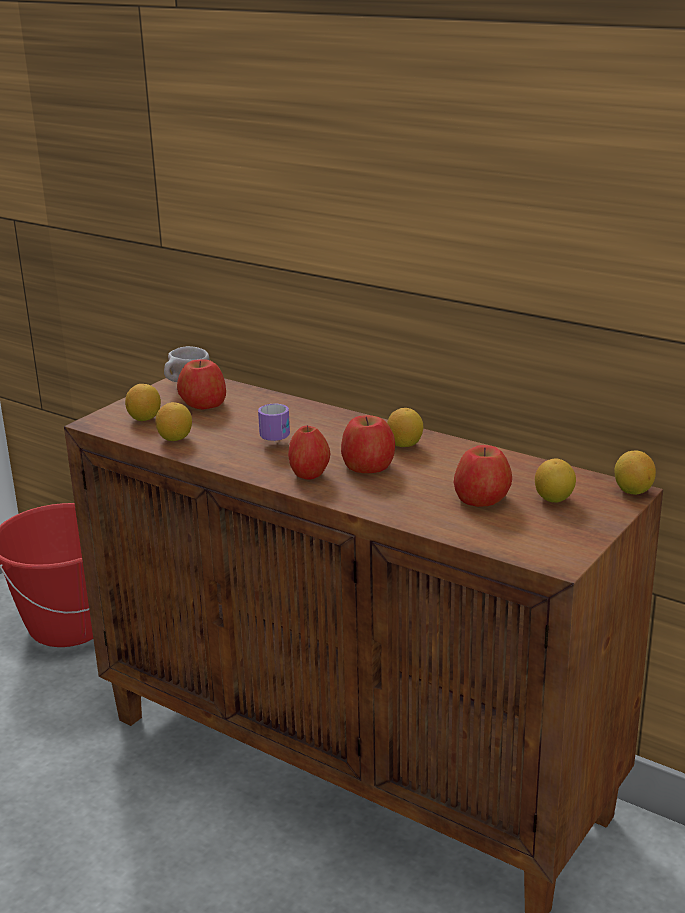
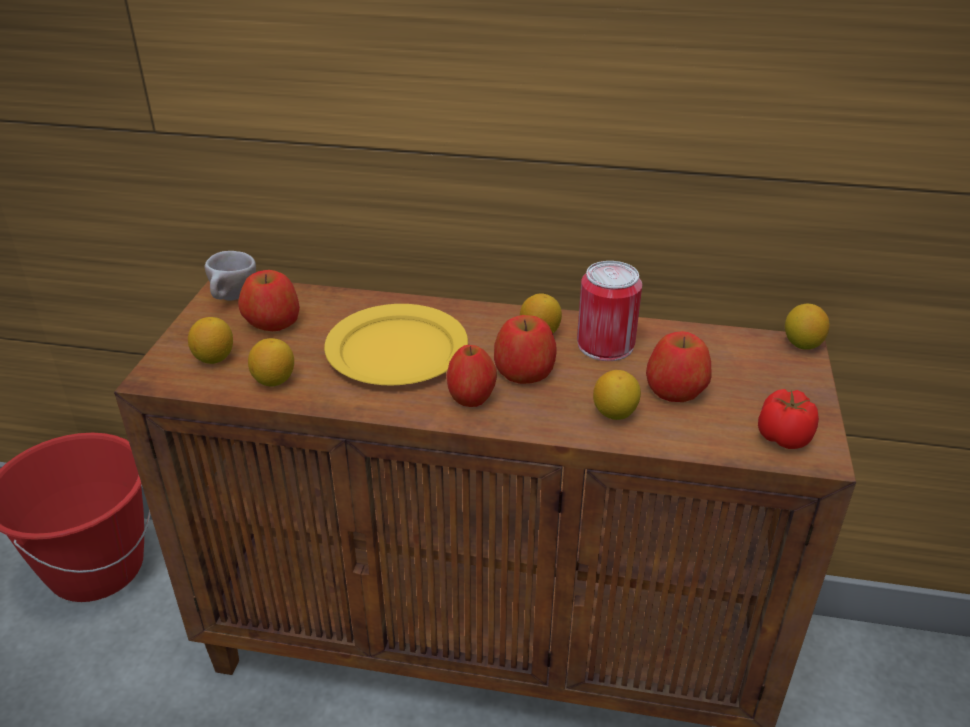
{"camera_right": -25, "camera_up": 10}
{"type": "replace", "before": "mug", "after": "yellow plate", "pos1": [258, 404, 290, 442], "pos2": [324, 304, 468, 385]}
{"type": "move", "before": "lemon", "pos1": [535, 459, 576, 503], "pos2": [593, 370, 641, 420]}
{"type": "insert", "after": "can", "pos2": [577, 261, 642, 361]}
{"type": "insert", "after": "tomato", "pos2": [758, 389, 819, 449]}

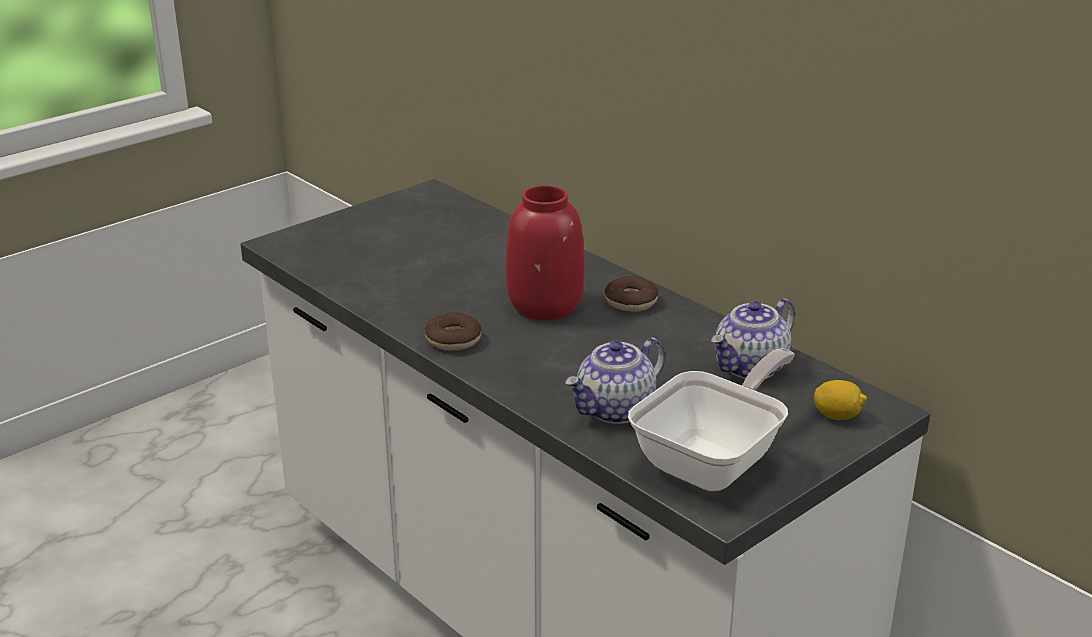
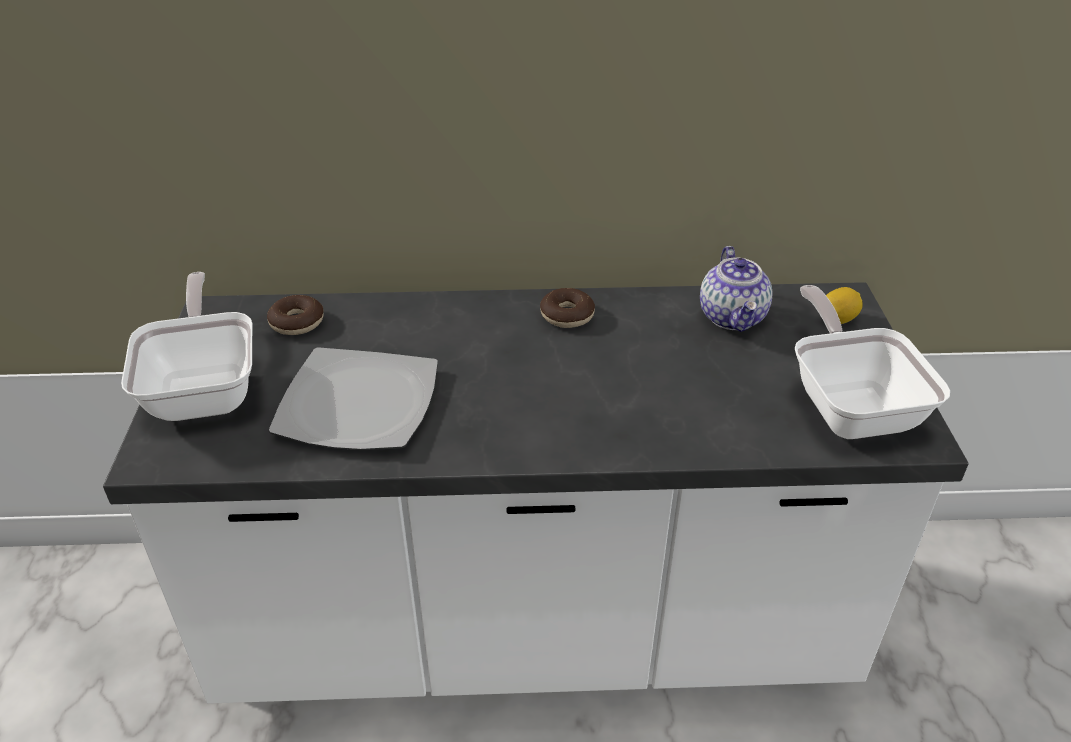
{"camera_right": -50, "camera_up": 10}
{"type": "delete", "before": "red vase", "pos1": [505, 185, 585, 320]}
{"type": "move", "before": "donut", "pos1": [425, 312, 482, 351], "pos2": [267, 295, 323, 335]}
{"type": "delete", "before": "teapot", "pos1": [565, 337, 665, 424]}
{"type": "insert", "after": "frying pan", "pos2": [121, 272, 253, 421]}
{"type": "insert", "after": "plate", "pos2": [269, 347, 438, 450]}

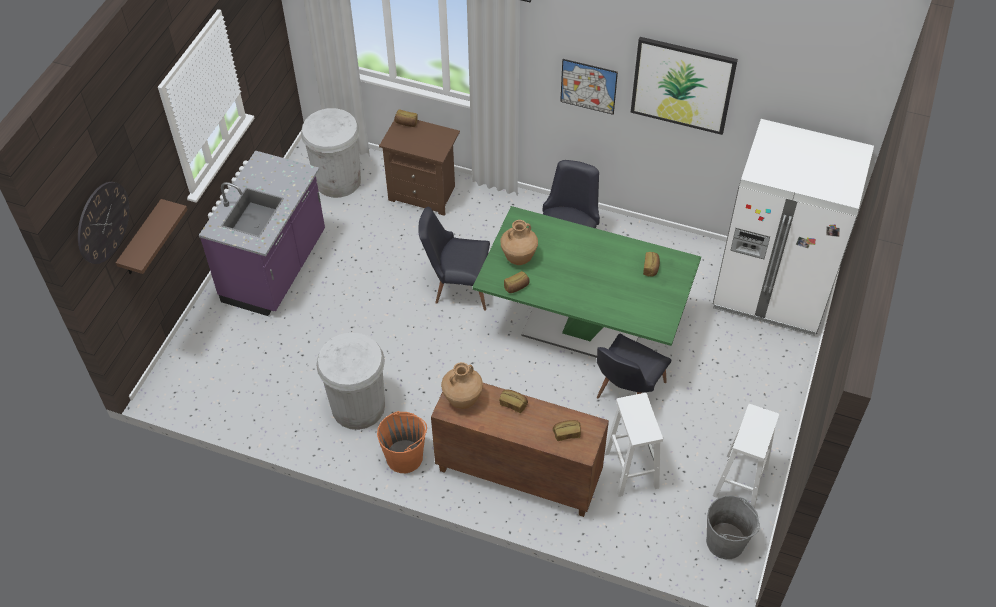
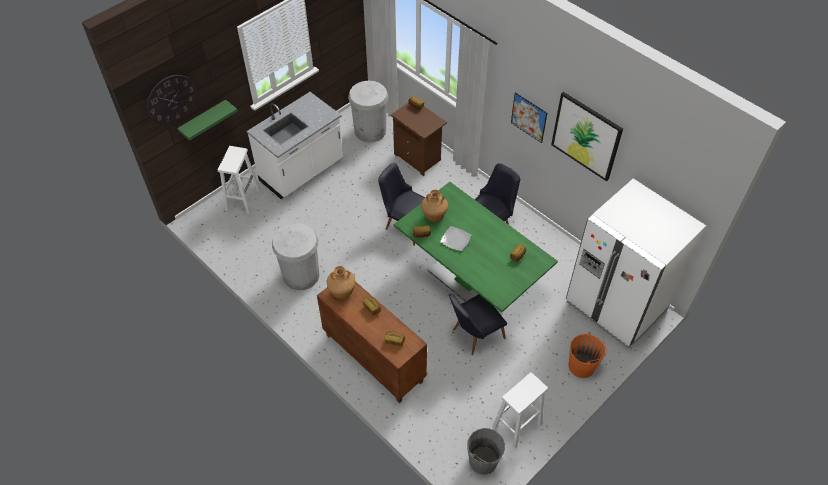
{"camera_right": 25, "camera_up": 0}
{"type": "recolor", "before": "purple counter", "after": "white counter", "pos1": [199, 150, 325, 316], "pos2": [247, 92, 343, 199]}
{"type": "recolor", "before": "brown shelf", "after": "green shelf", "pos1": [116, 199, 188, 274], "pos2": [177, 100, 238, 141]}
{"type": "move", "before": "white stool", "pos1": [605, 393, 663, 497], "pos2": [218, 146, 260, 214]}
{"type": "move", "before": "orange bucket", "pos1": [377, 411, 427, 473], "pos2": [569, 334, 607, 378]}
{"type": "insert", "after": "plate", "pos2": [440, 226, 472, 251]}

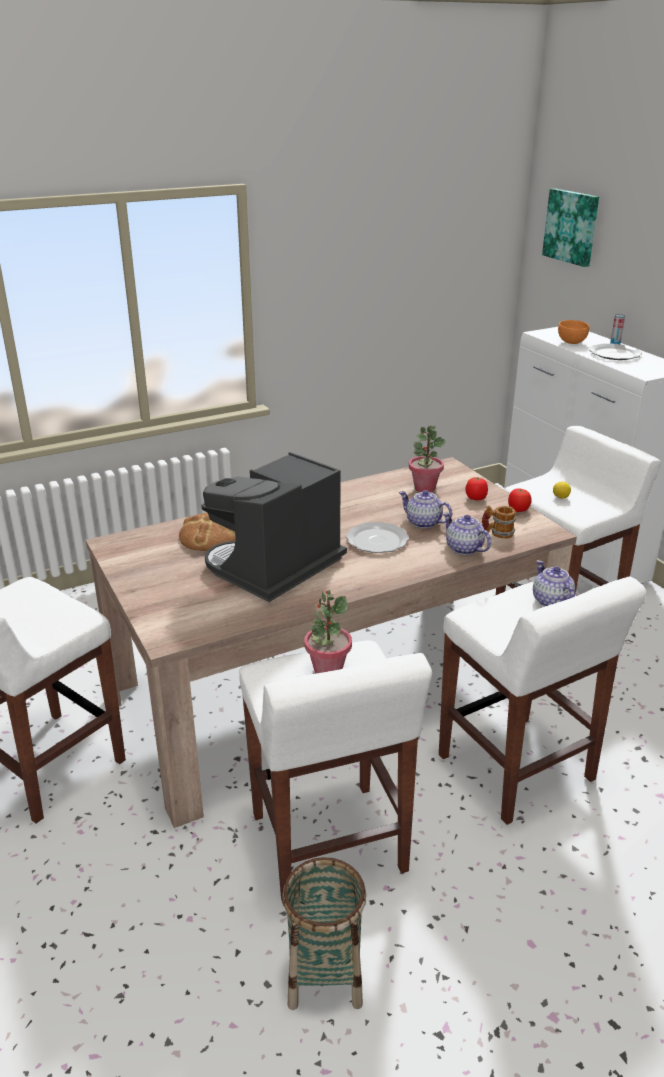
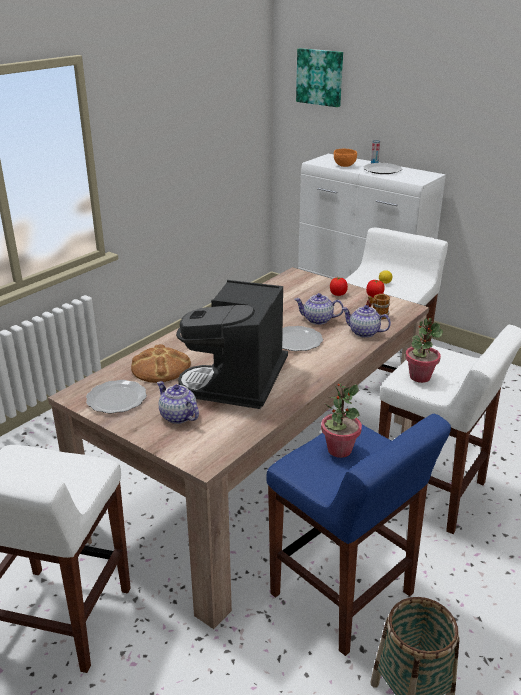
{"camera_right": -25, "camera_up": 0}
{"type": "move", "before": "potted plant", "pos1": [409, 426, 446, 492], "pos2": [405, 318, 443, 383]}
{"type": "move", "before": "teapot", "pos1": [533, 560, 575, 607], "pos2": [157, 381, 199, 424]}
{"type": "recolor", "before": "white stool", "after": "blue stool", "pos1": [239, 641, 432, 906], "pos2": [266, 414, 451, 656]}
{"type": "insert", "after": "plate", "pos2": [86, 380, 147, 413]}

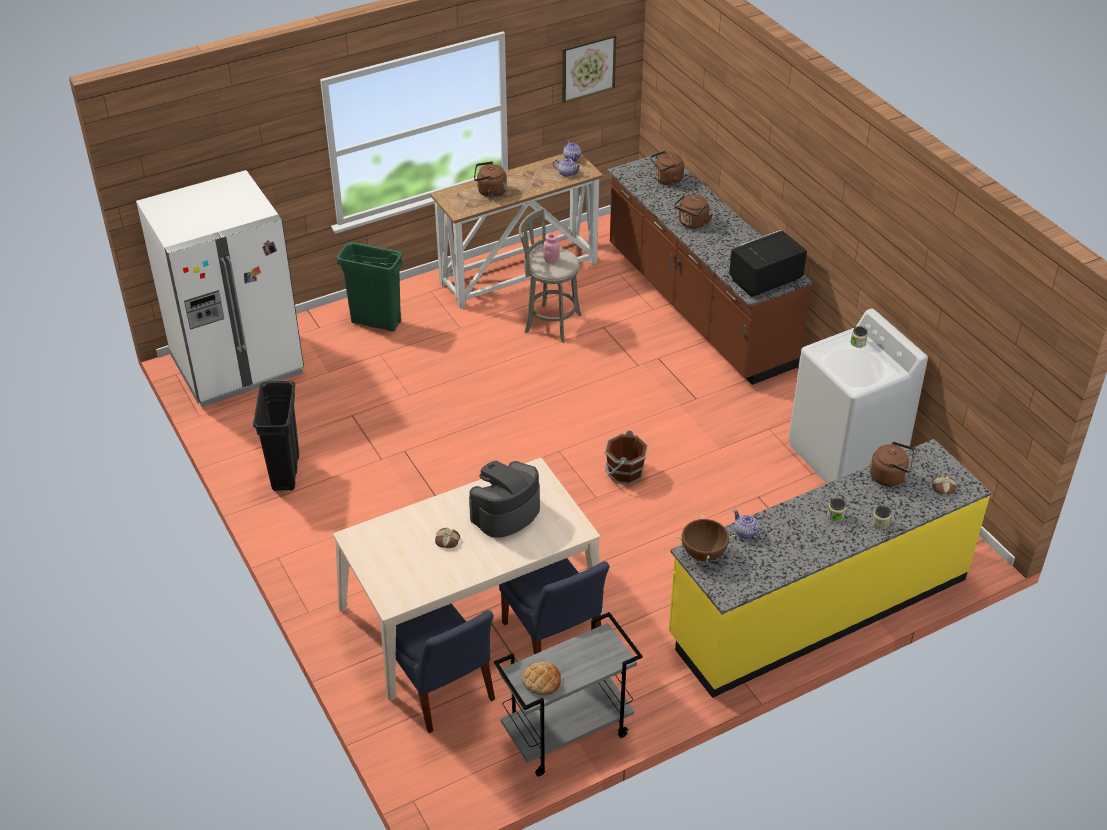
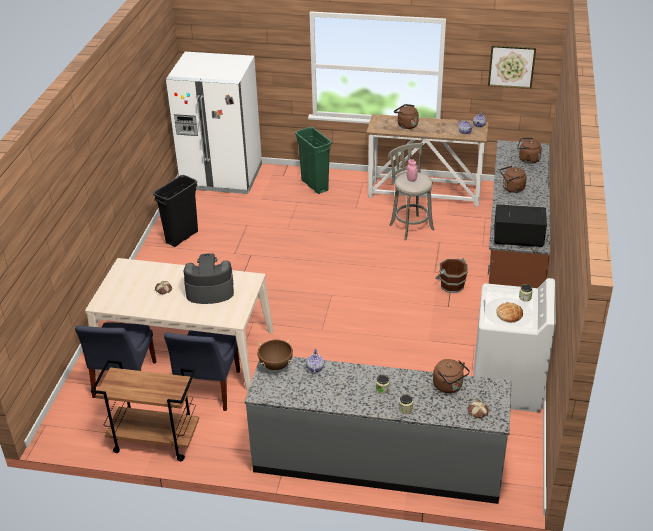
{"camera_right": 40, "camera_up": -5}
{"type": "move", "before": "brown bucket", "pos1": [605, 430, 648, 485], "pos2": [435, 258, 468, 293]}
{"type": "recolor", "before": "yellow counter", "after": "grey counter", "pos1": [669, 439, 992, 698], "pos2": [245, 357, 512, 504]}
{"type": "recolor", "before": "grey cart", "after": "brown cart", "pos1": [494, 612, 642, 776], "pos2": [91, 360, 199, 461]}
{"type": "move", "before": "bread", "pos1": [522, 662, 561, 695], "pos2": [496, 302, 523, 323]}

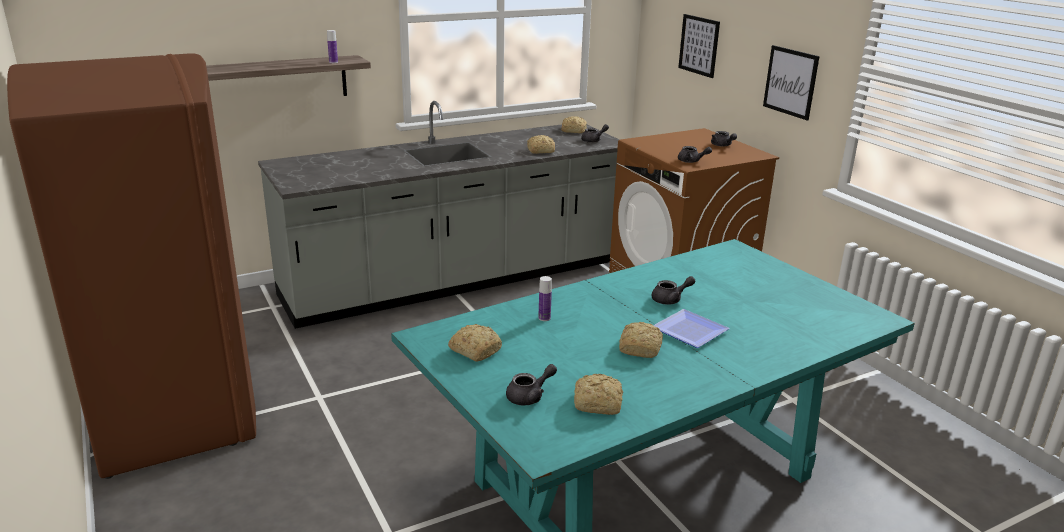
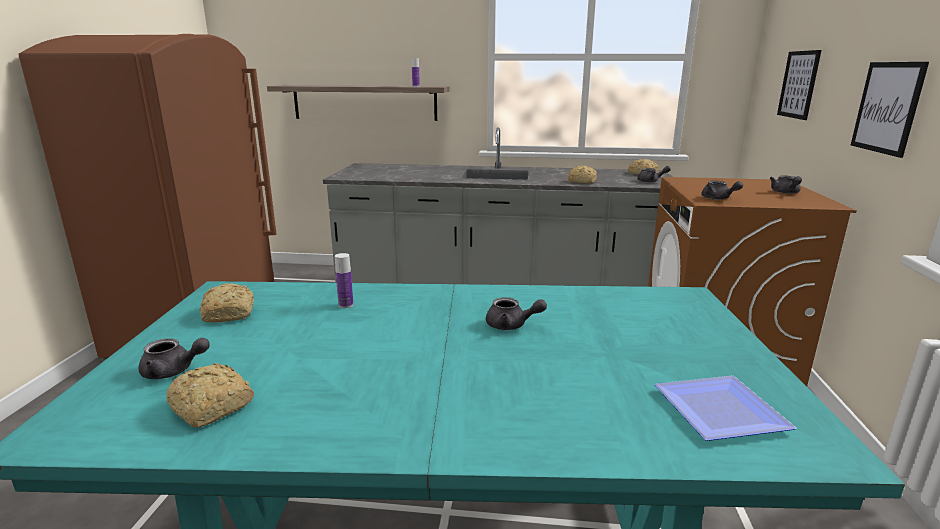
{"camera_right": 35, "camera_up": -5}
{"type": "move", "before": "plate", "pos1": [653, 309, 730, 348], "pos2": [654, 376, 797, 441]}
{"type": "delete", "before": "bread", "pos1": [619, 322, 663, 358]}

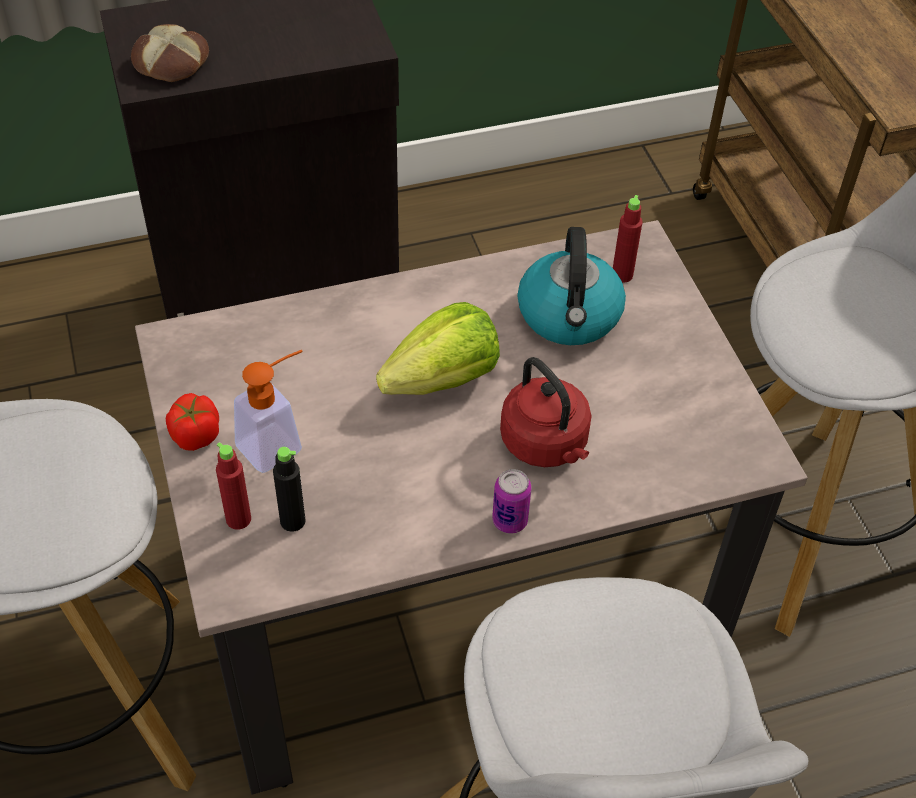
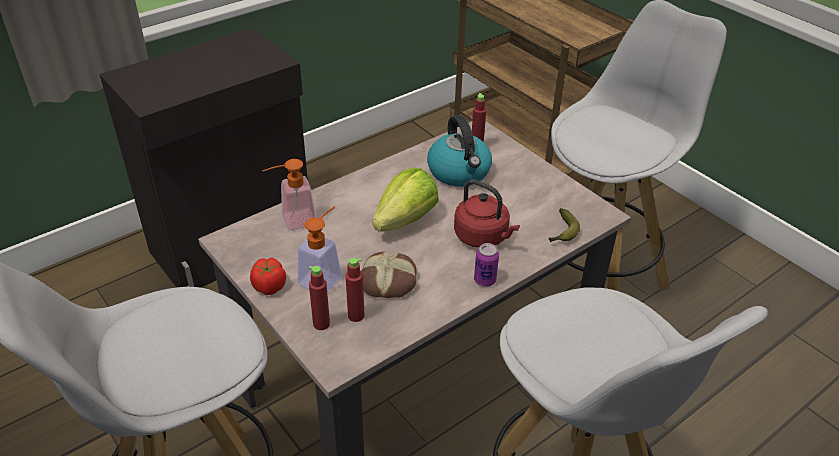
{"camera_right": -20, "camera_up": -10}
{"type": "move", "before": "bread", "pos1": [131, 24, 209, 82], "pos2": [361, 252, 417, 298]}
{"type": "recolor", "before": "black bottle", "after": "red bottle", "pos1": [273, 447, 305, 532], "pos2": [345, 258, 365, 322]}
{"type": "insert", "after": "soap dispenser", "pos2": [262, 159, 317, 231]}
{"type": "insert", "after": "banana", "pos2": [549, 208, 580, 242]}

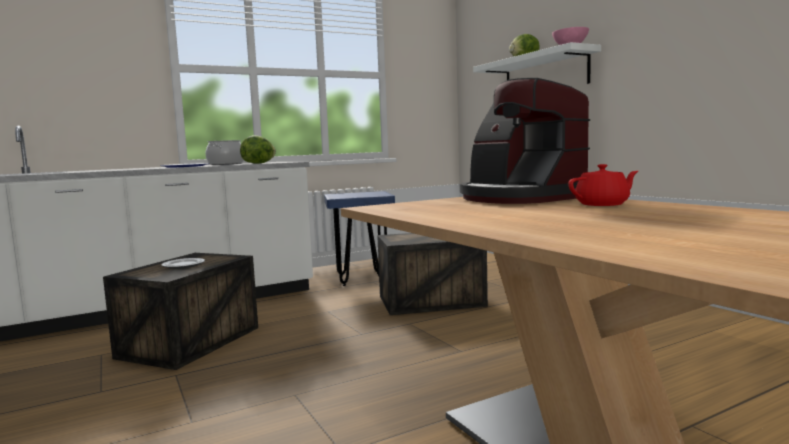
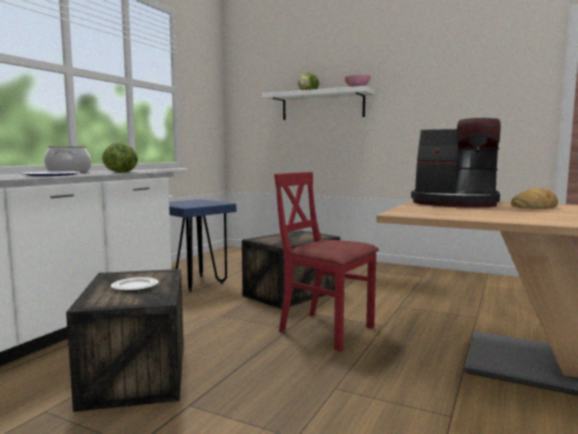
{"camera_right": -35, "camera_up": 0}
{"type": "replace", "before": "red teapot", "after": "bread", "pos1": [568, 164, 638, 206], "pos2": [511, 187, 558, 209]}
{"type": "insert", "after": "red chair", "pos2": [274, 172, 379, 351]}

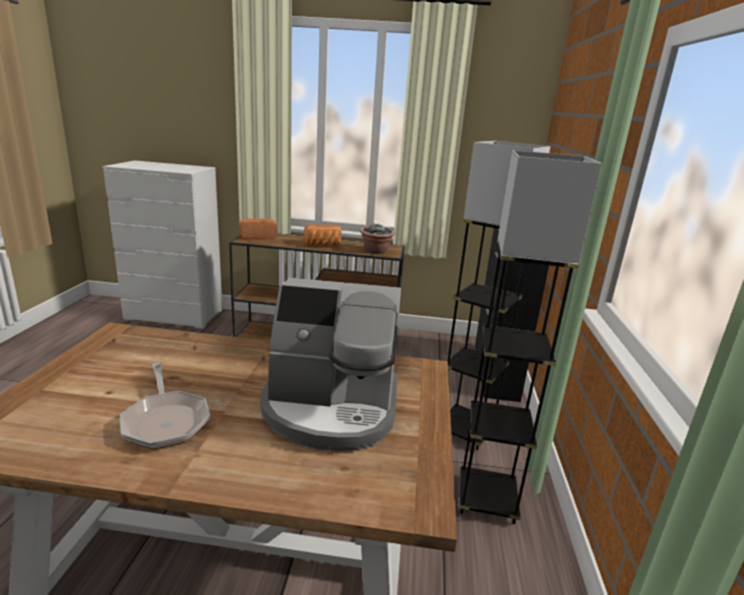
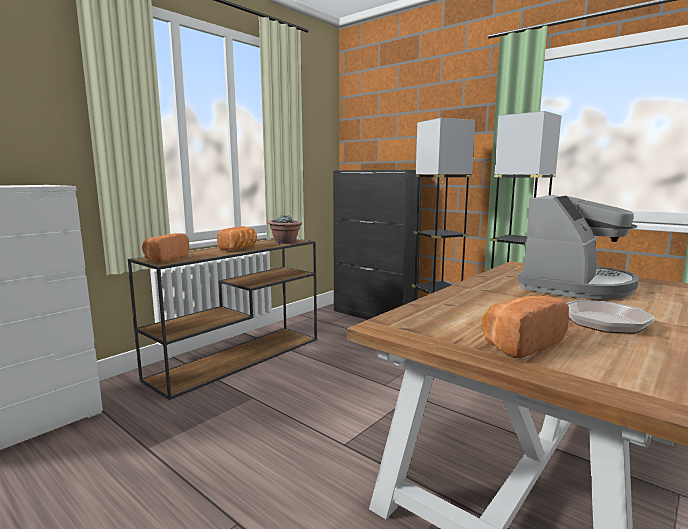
{"camera_right": -55, "camera_up": -10}
{"type": "insert", "after": "bread", "pos2": [482, 296, 569, 358]}

